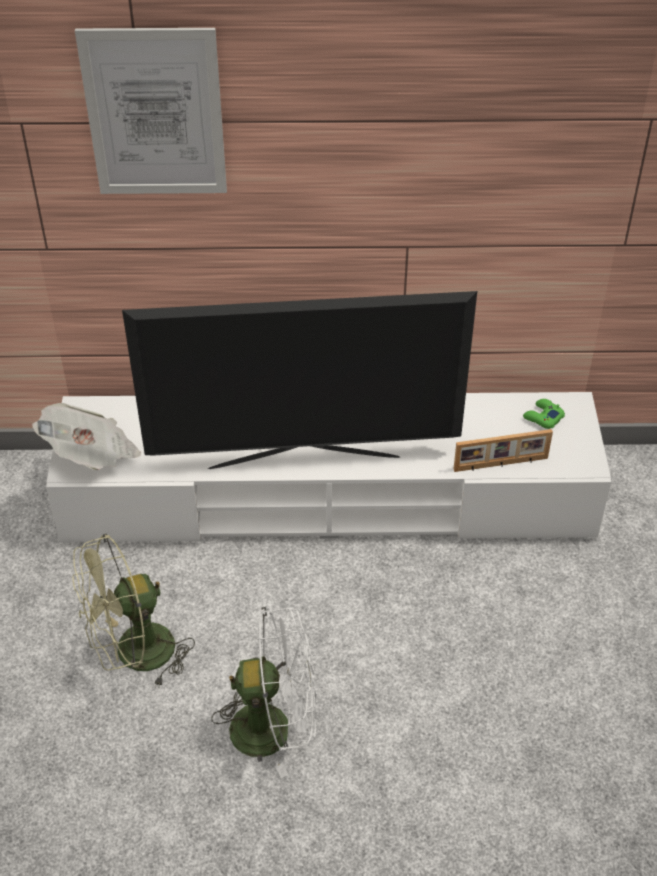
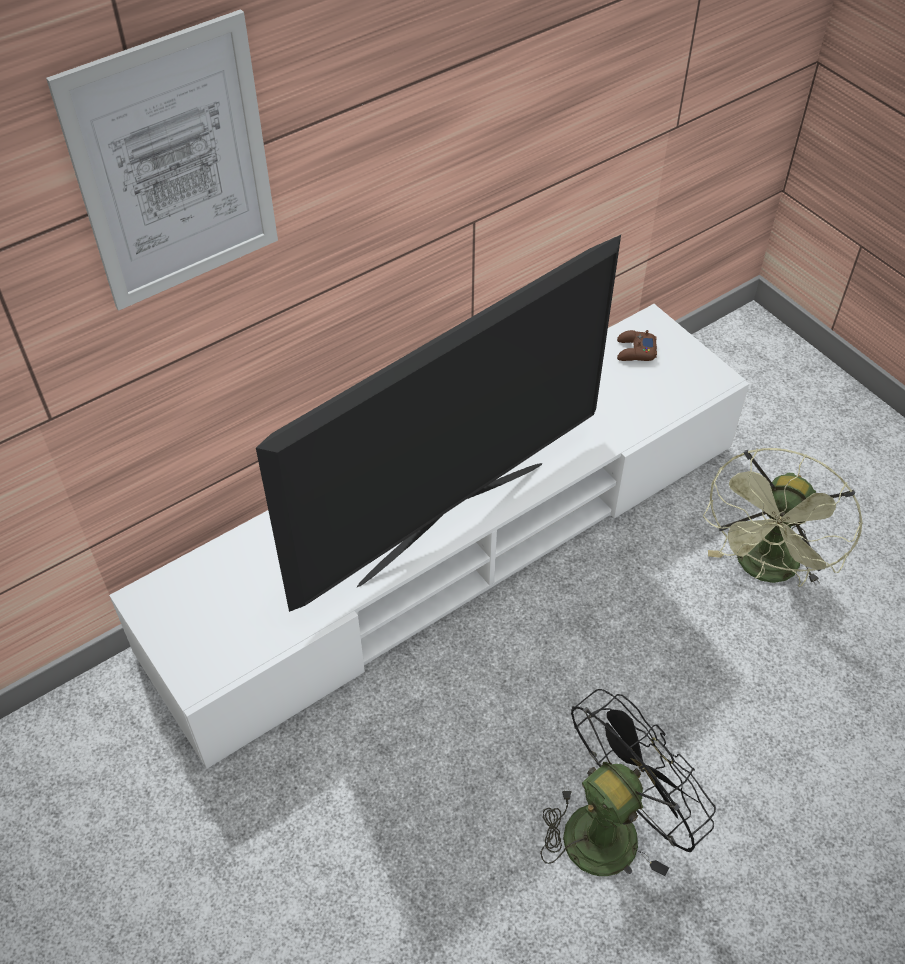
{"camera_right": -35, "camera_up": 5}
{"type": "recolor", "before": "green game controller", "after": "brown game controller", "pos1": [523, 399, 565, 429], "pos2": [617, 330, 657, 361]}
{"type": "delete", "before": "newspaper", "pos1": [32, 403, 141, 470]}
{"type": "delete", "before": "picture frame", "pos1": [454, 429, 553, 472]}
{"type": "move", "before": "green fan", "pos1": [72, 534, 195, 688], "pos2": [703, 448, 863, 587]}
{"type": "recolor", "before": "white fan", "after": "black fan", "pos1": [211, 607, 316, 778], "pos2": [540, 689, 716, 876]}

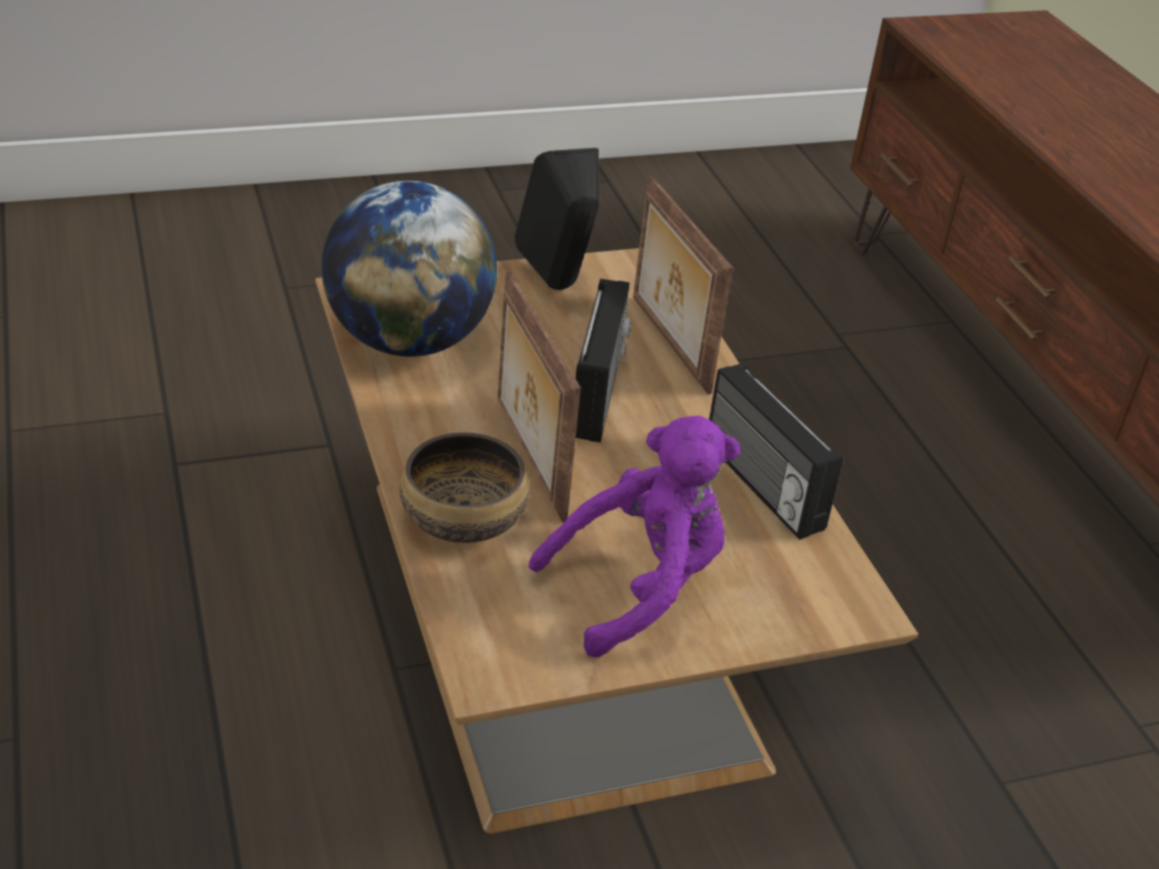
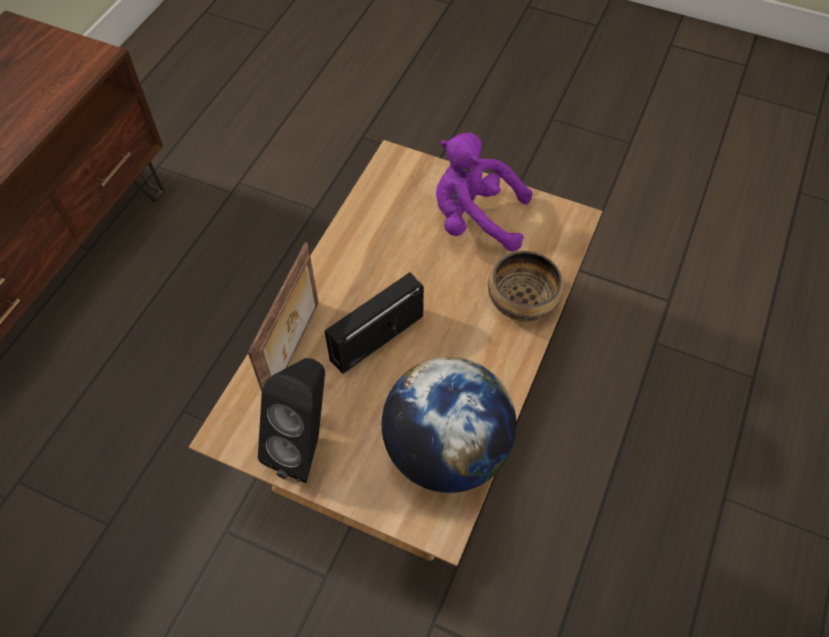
{"camera_right": -135, "camera_up": 20}
{"type": "delete", "before": "picture frame", "pos1": [497, 272, 581, 523]}
{"type": "delete", "before": "radio", "pos1": [709, 363, 843, 540]}

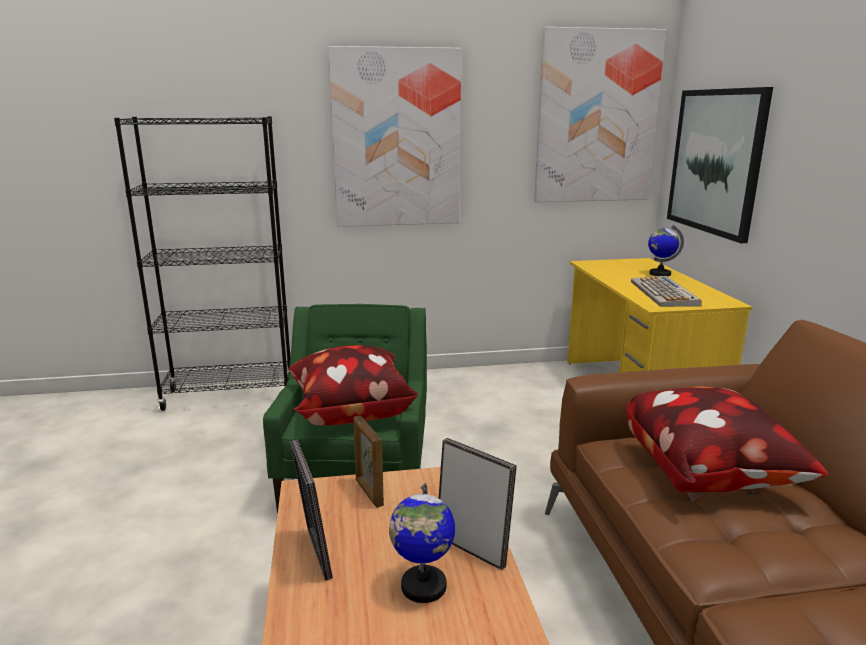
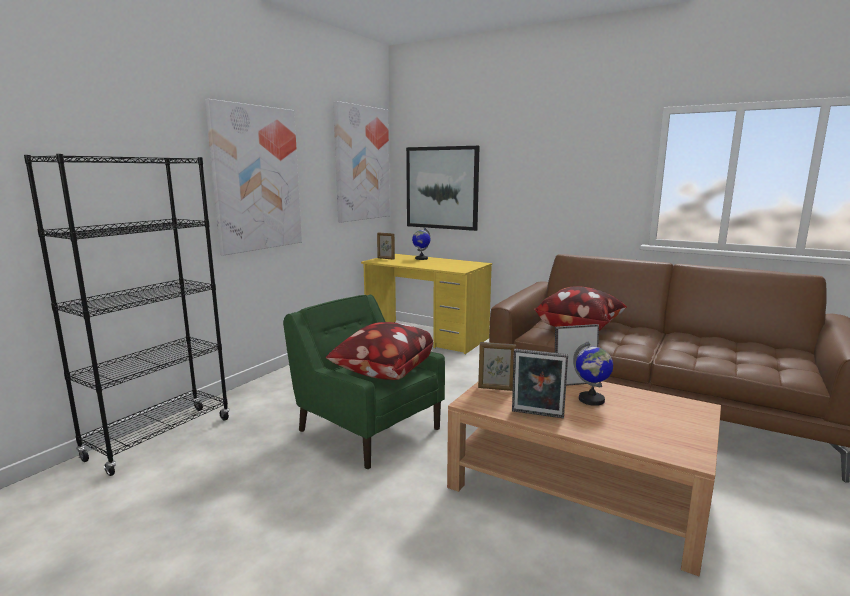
{"camera_right": -50, "camera_up": -5}
{"type": "delete", "before": "keyboard", "pos1": [631, 276, 702, 307]}
{"type": "insert", "after": "picture frame", "pos2": [377, 233, 395, 260]}

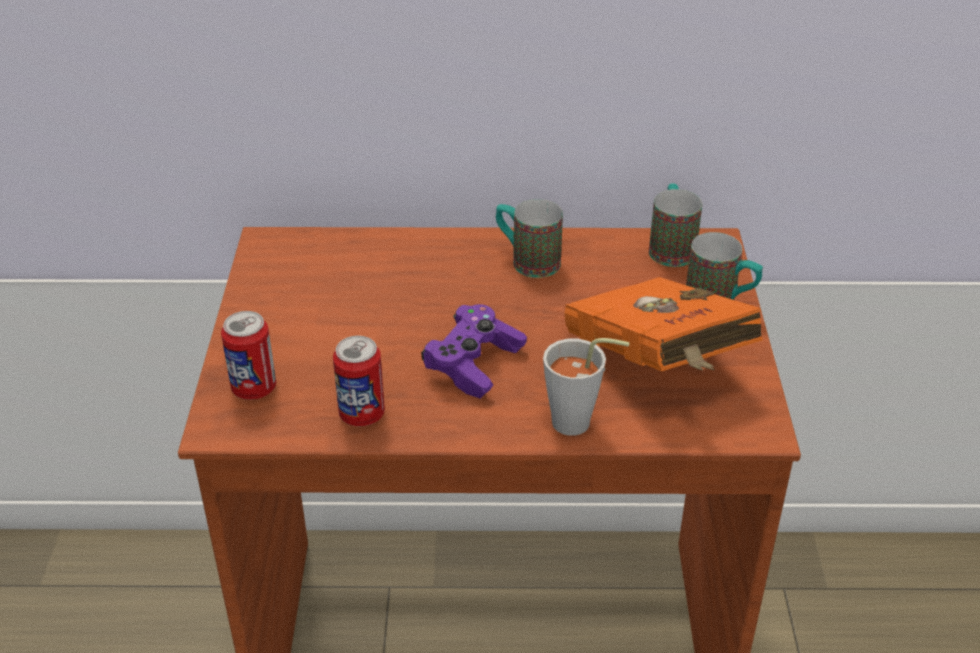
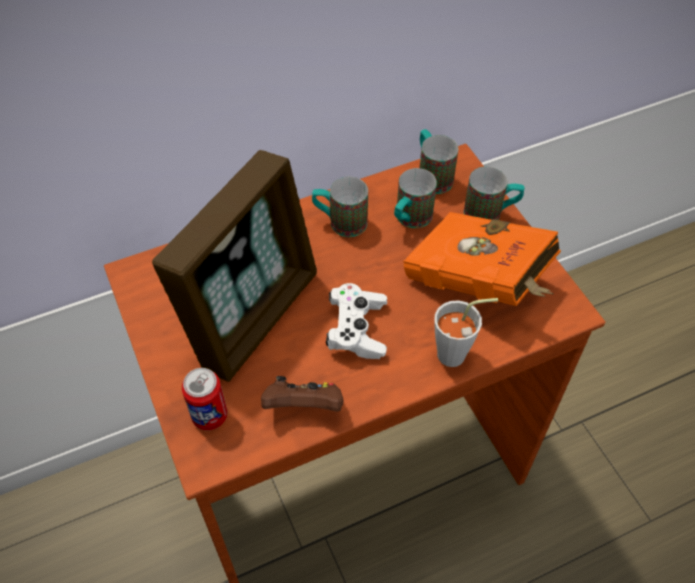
{"camera_right": -25, "camera_up": 15}
{"type": "recolor", "before": "purple game controller", "after": "white game controller", "pos1": [421, 304, 527, 399], "pos2": [326, 283, 387, 359]}
{"type": "replace", "before": "can", "after": "brown game controller", "pos1": [333, 336, 385, 426], "pos2": [261, 376, 344, 412]}
{"type": "insert", "after": "picture frame", "pos2": [152, 150, 317, 382]}
{"type": "insert", "after": "mug", "pos2": [394, 168, 437, 228]}

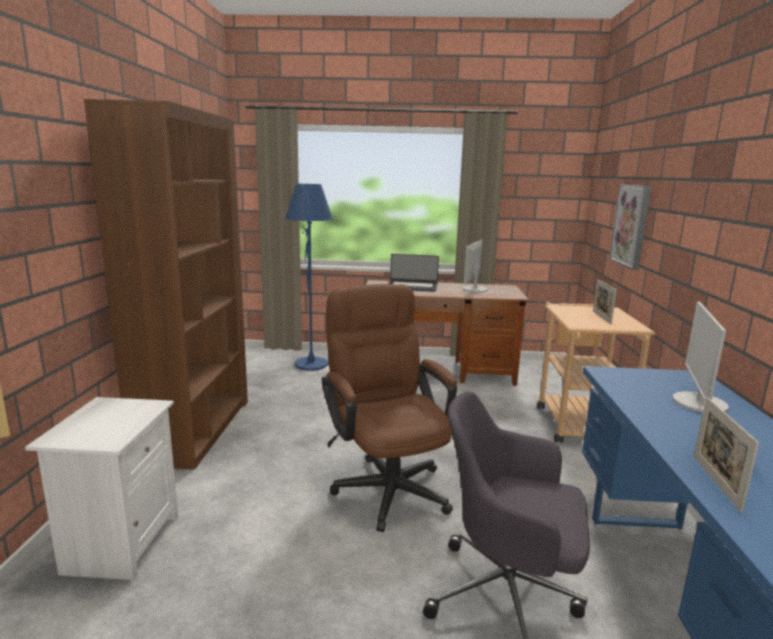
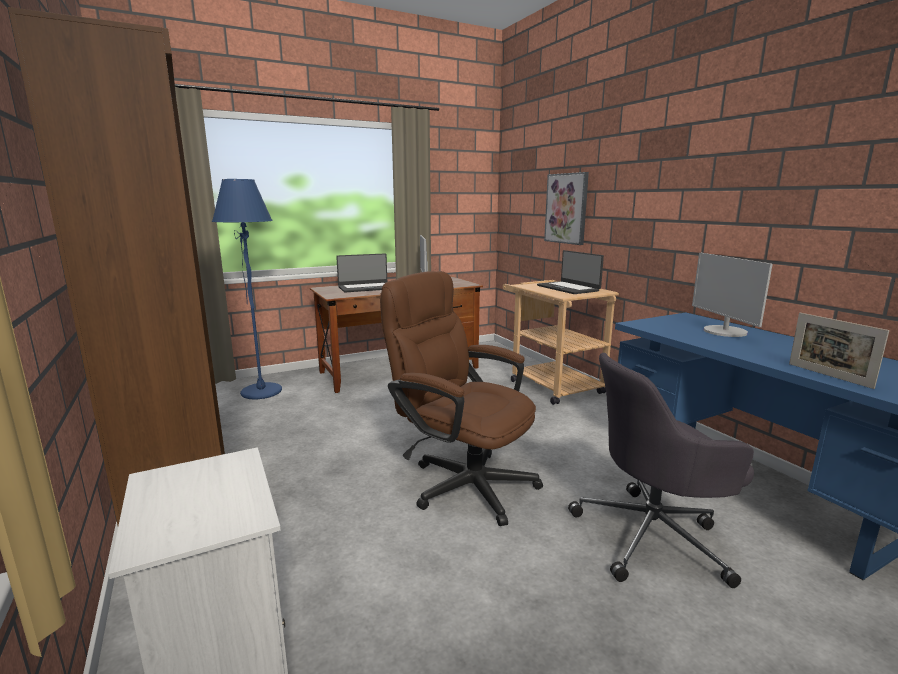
{"camera_right": -30, "camera_up": 0}
{"type": "replace", "before": "picture frame", "after": "laptop", "pos1": [593, 279, 617, 324], "pos2": [537, 250, 604, 294]}

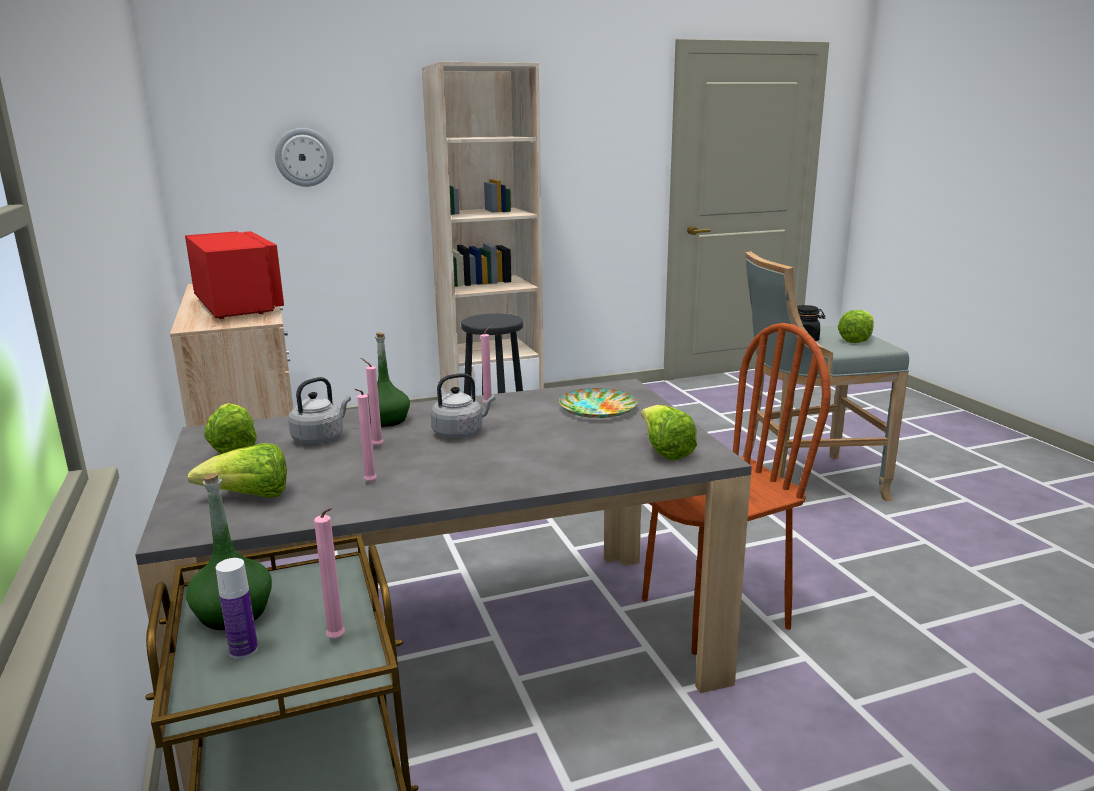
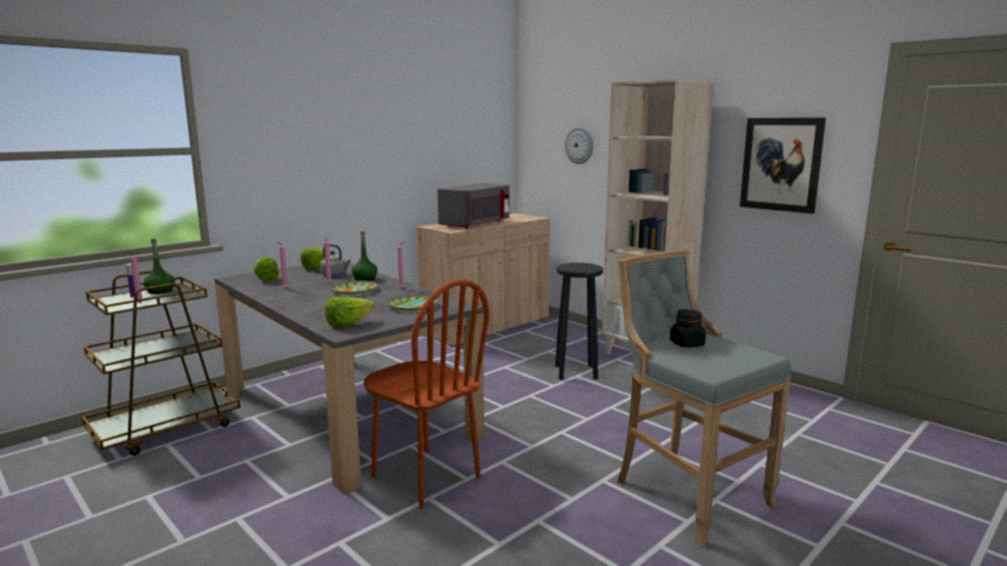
{"camera_right": 65, "camera_up": -5}
{"type": "recolor", "before": "red microwave", "after": "grey microwave", "pos1": [185, 231, 284, 319], "pos2": [438, 183, 510, 229]}
{"type": "delete", "before": "lettuce", "pos1": [838, 310, 874, 343]}
{"type": "replace", "before": "grey kettle", "after": "plate", "pos1": [431, 373, 495, 438], "pos2": [330, 280, 378, 294]}
{"type": "insert", "after": "picture", "pos2": [740, 118, 826, 214]}

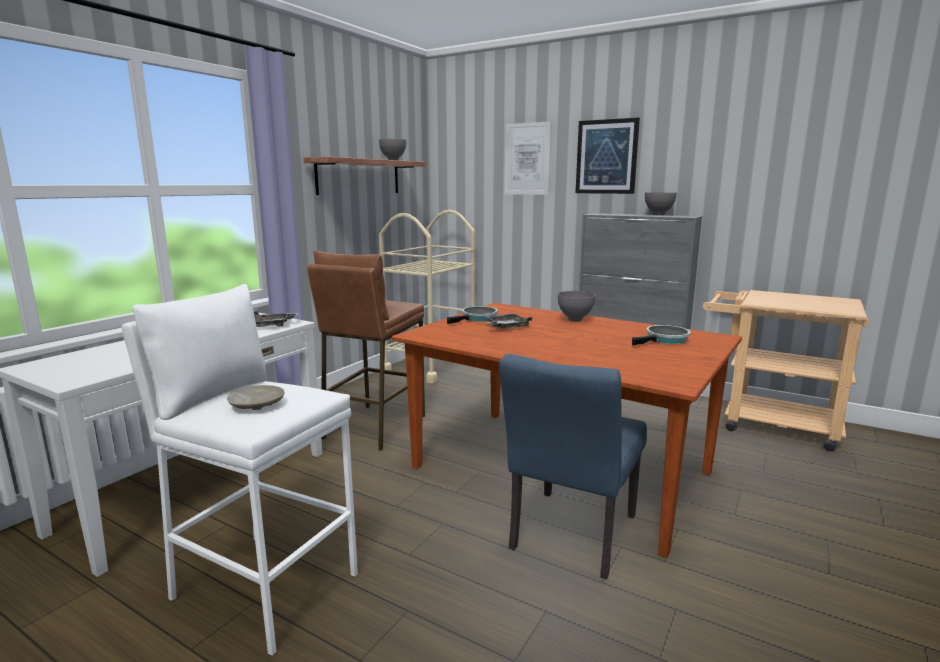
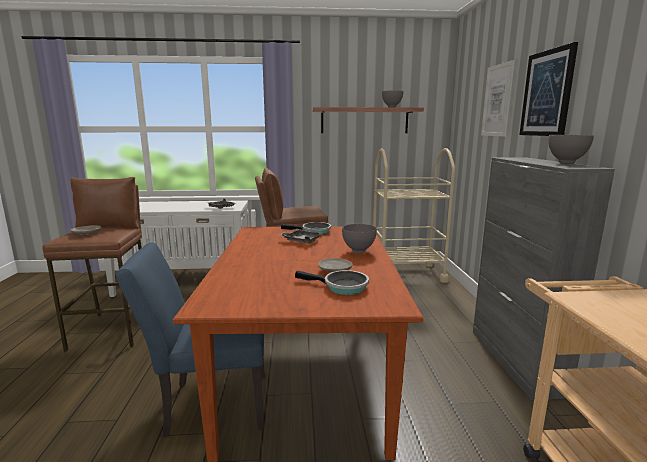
{"camera_right": 55, "camera_up": 0}
{"type": "recolor", "before": "white stool", "after": "brown stool", "pos1": [122, 284, 358, 656], "pos2": [42, 177, 142, 352]}
{"type": "insert", "after": "beige plate", "pos2": [318, 258, 353, 272]}

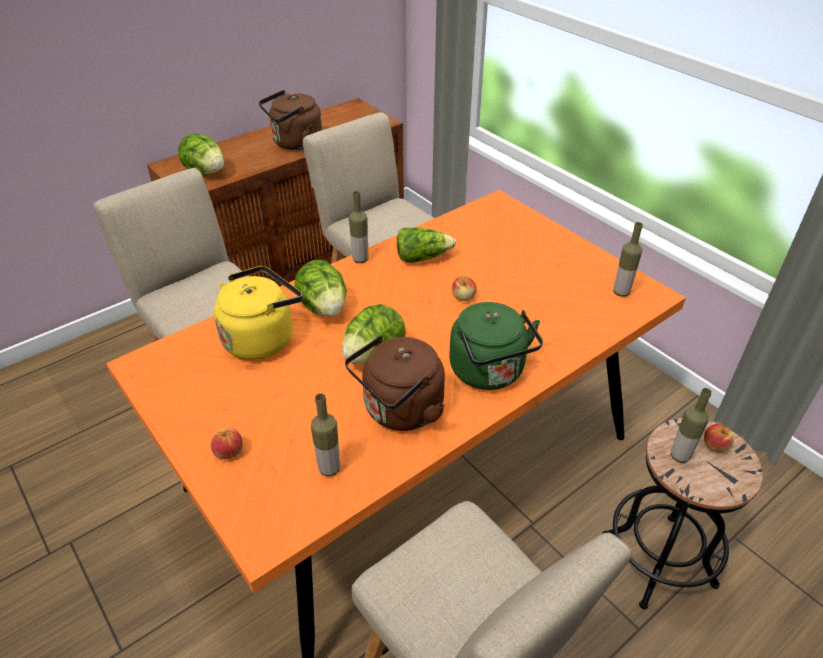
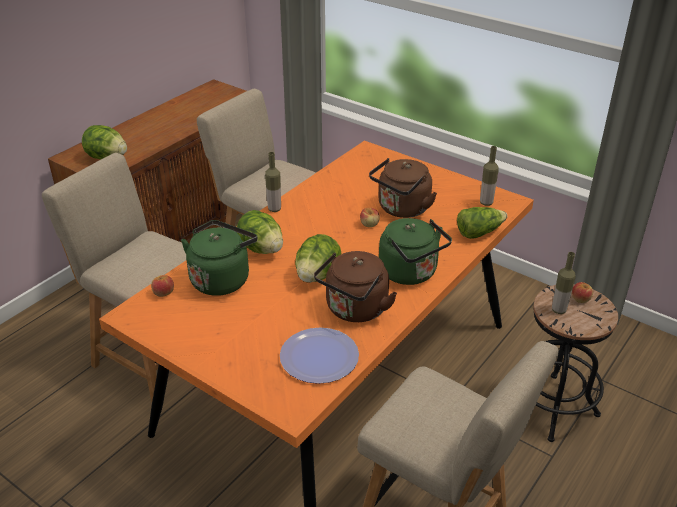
{"camera_right": -15, "camera_up": -5}
{"type": "move", "before": "brown kettle", "pos1": [259, 90, 322, 150], "pos2": [369, 158, 437, 218]}
{"type": "move", "before": "lettuce", "pos1": [397, 227, 456, 263], "pos2": [457, 207, 507, 239]}
{"type": "recolor", "before": "yellow kettle", "after": "green kettle", "pos1": [214, 266, 303, 360], "pos2": [181, 220, 257, 296]}
{"type": "replace", "before": "bottle", "after": "plate", "pos1": [311, 393, 340, 476], "pos2": [280, 328, 359, 384]}
{"type": "move", "before": "apple", "pos1": [211, 428, 243, 459], "pos2": [151, 275, 174, 297]}

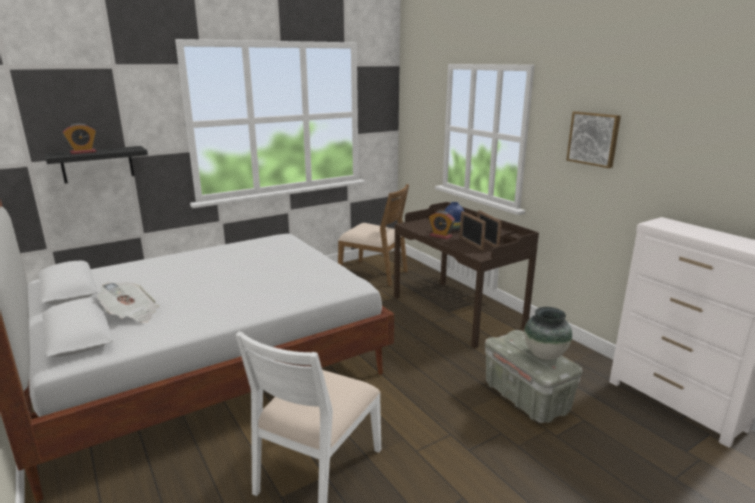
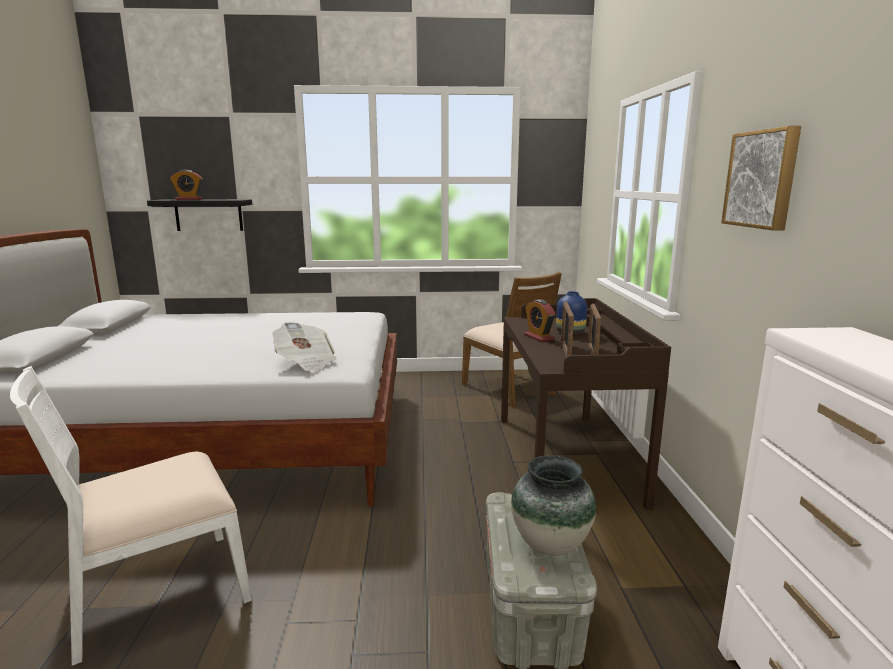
{"camera_right": 30, "camera_up": -5}
{"type": "move", "before": "newspaper", "pos1": [97, 282, 159, 323], "pos2": [272, 322, 337, 372]}

